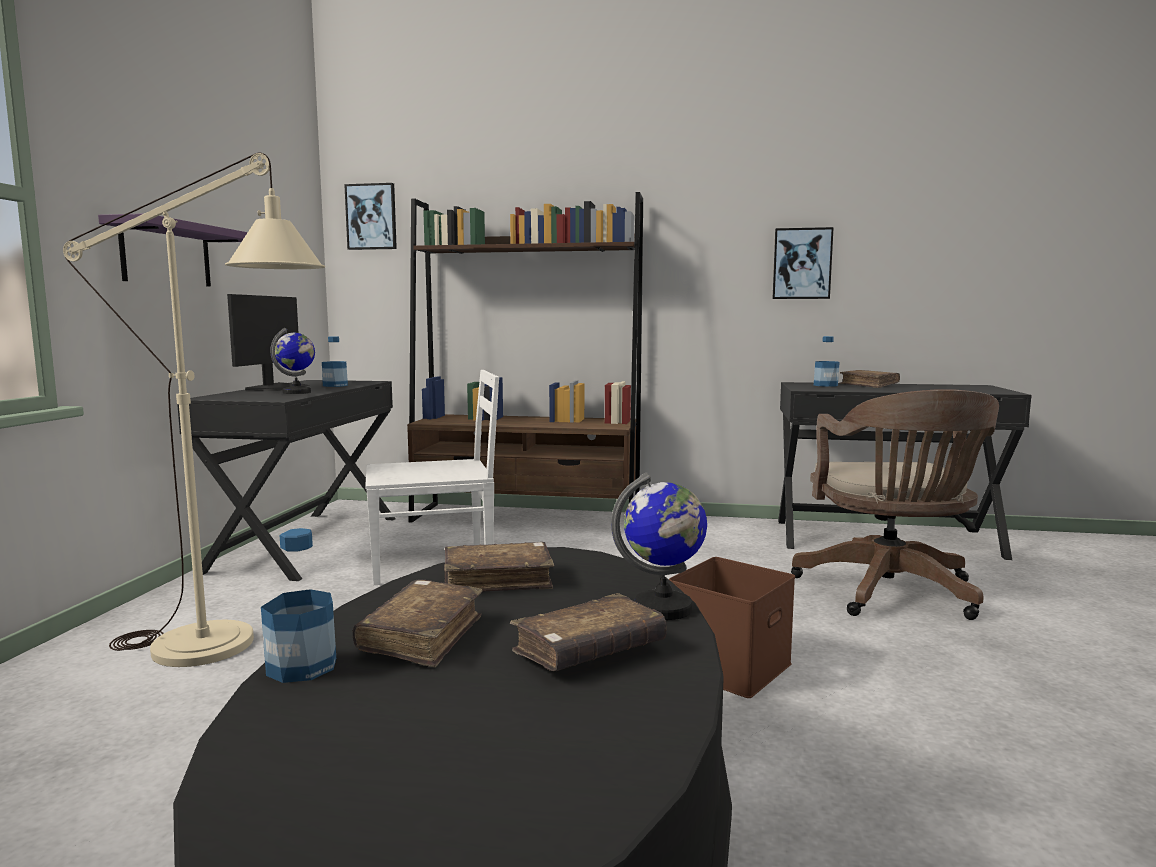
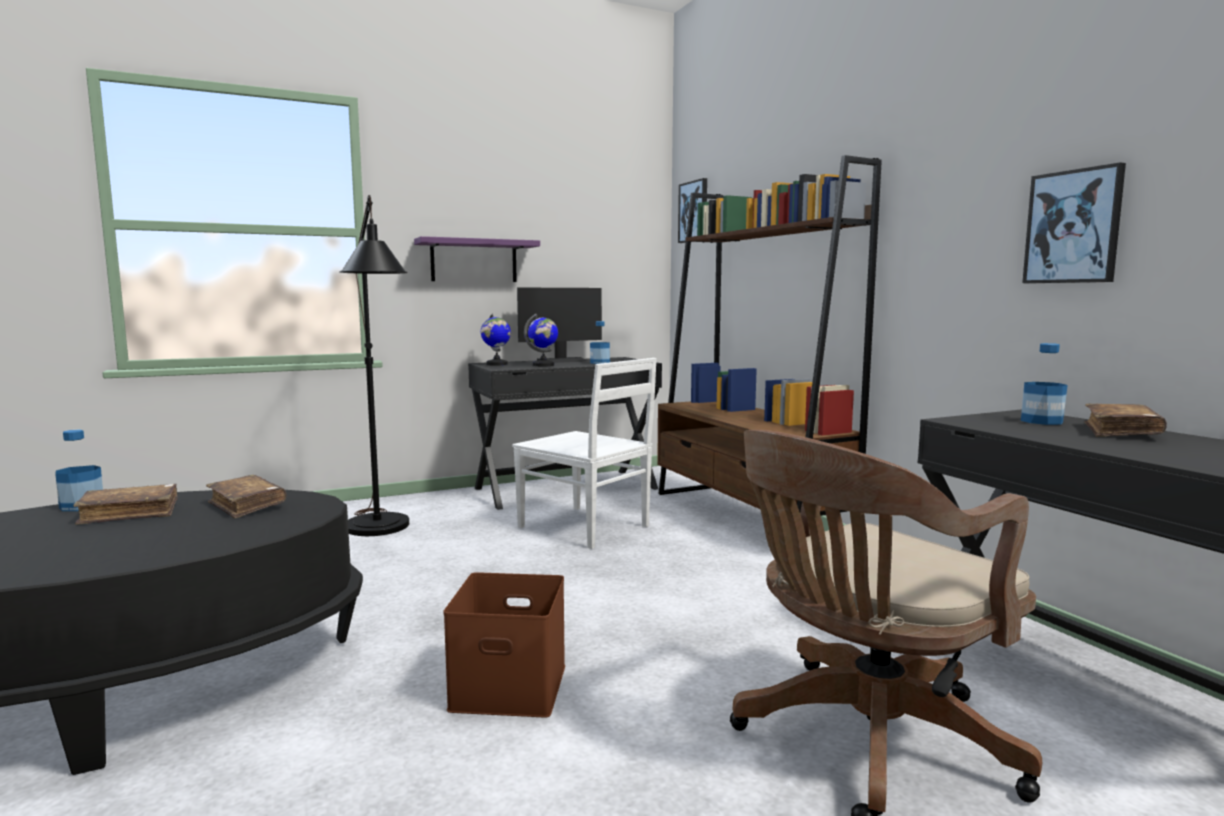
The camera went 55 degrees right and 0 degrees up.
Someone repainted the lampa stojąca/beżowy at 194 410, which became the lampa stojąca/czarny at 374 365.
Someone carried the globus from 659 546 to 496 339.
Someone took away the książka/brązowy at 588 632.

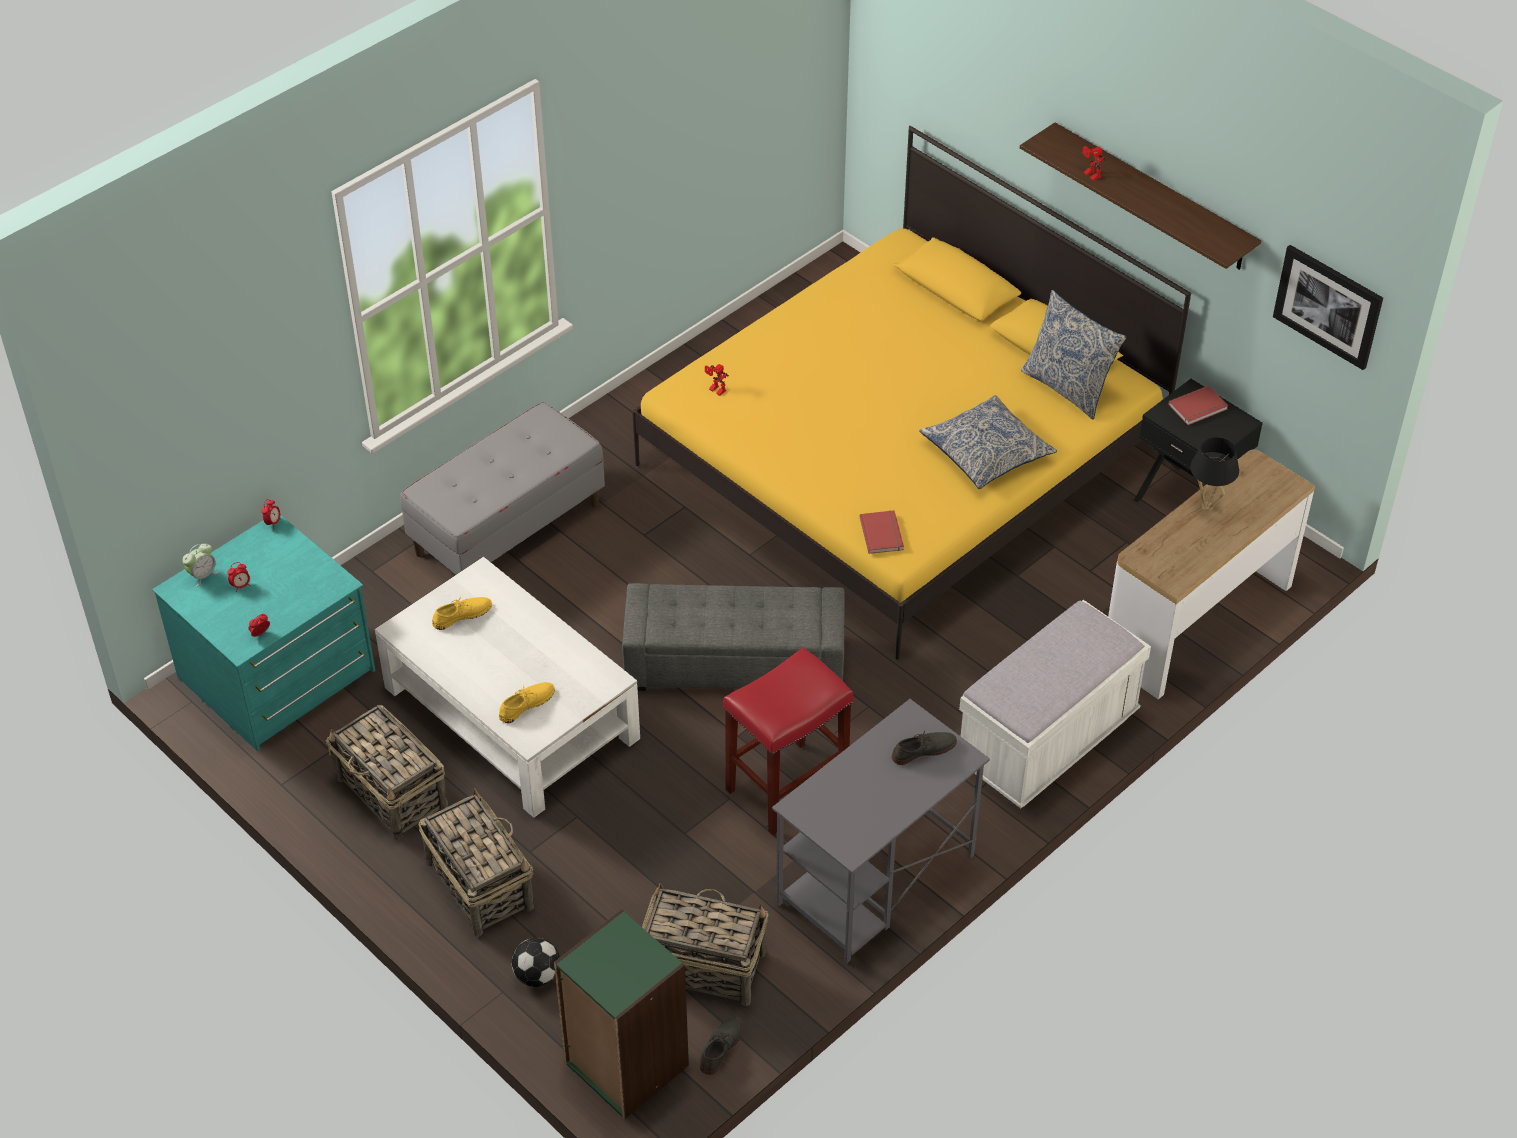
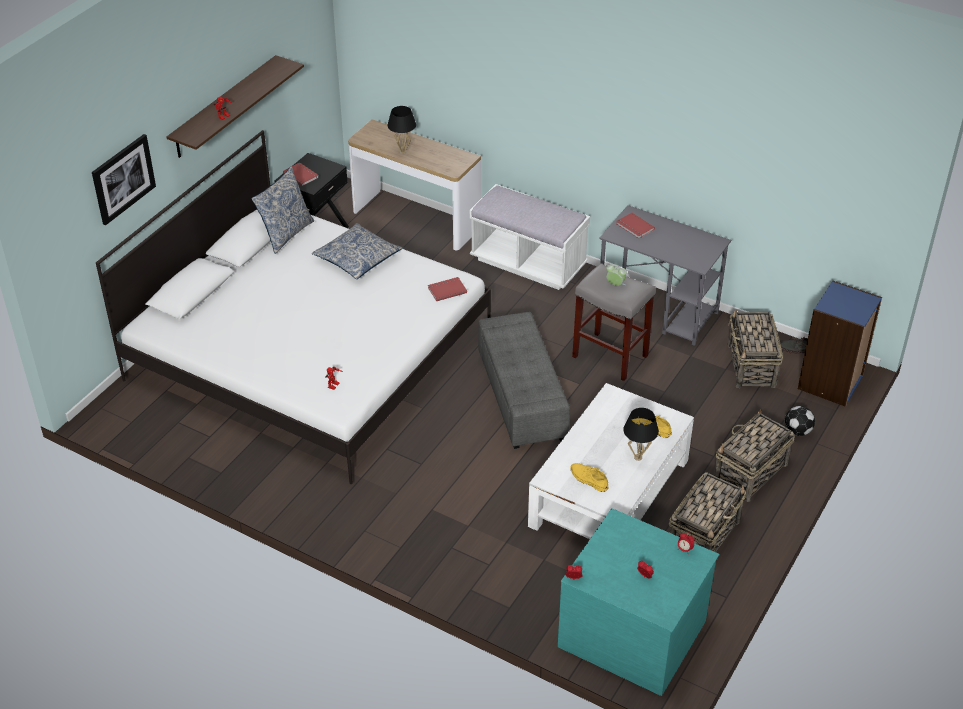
The camera went 105 degrees left and 5 degrees down.
Someone carried the obraz from 1328 307 to 124 179.
Someone repainted the łóżko/żółty at 911 393, which became the łóżko/biały at 293 307.
Someone repainted the stołek/czerwony at 788 741, which became the stołek/szary at 614 322.
Someone carried the budzik from 200 565 to 616 275.
Someone swapped the but/szary at 924 748 for the książka/czerwony at 635 226.
Someone put down the lampa stołowa/czarny at 641 434.
Someone repainted the regał/zielony at 621 1014, which became the regał/niebieski at 840 344.
Someone took away the ławka/szary at 502 488.

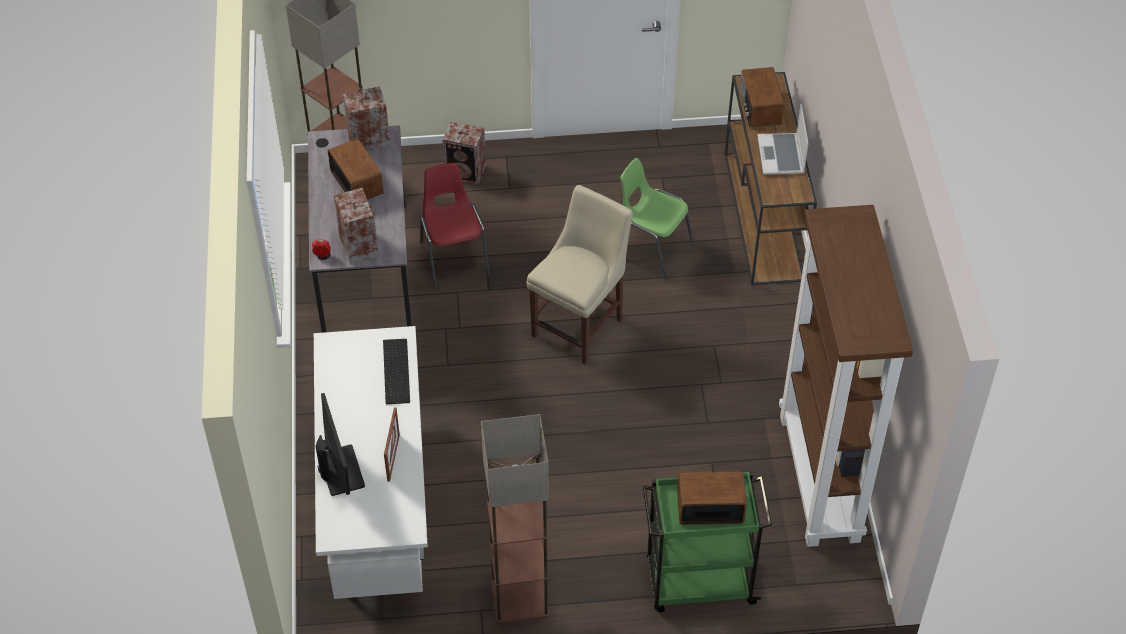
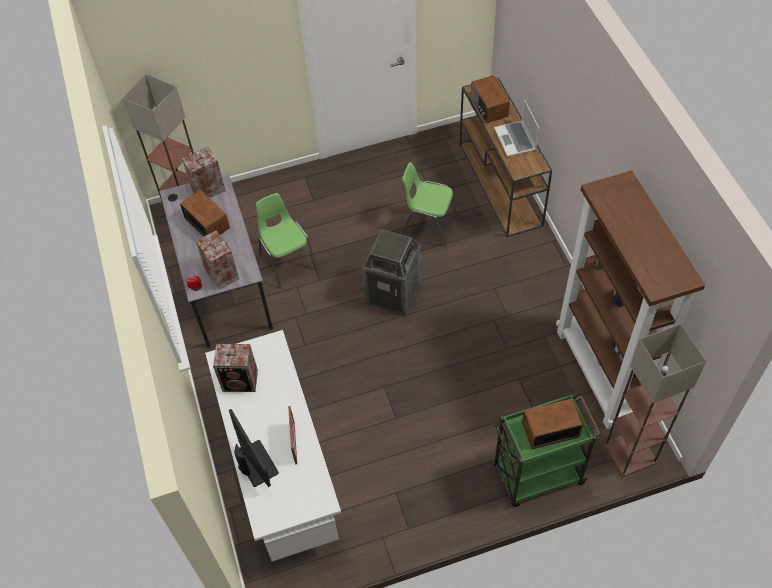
The camera went 10 degrees left and 5 degrees up.
Someone carried the głośnik from 464 153 to 235 368.
Someone repainted the krzesło/czerwony at 455 226, which became the krzesło/zielony at 286 240.
Someone swapped the krzesło/beżowy at 579 275 for the kosz na śmieci at 391 272.
Someone carried the lampa stojąca from 515 519 to 655 400.
Someone took away the klawiatura at 396 371.

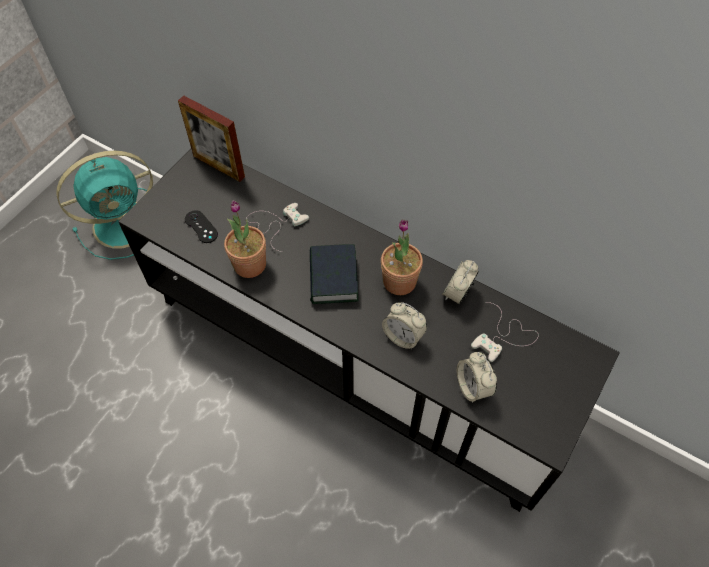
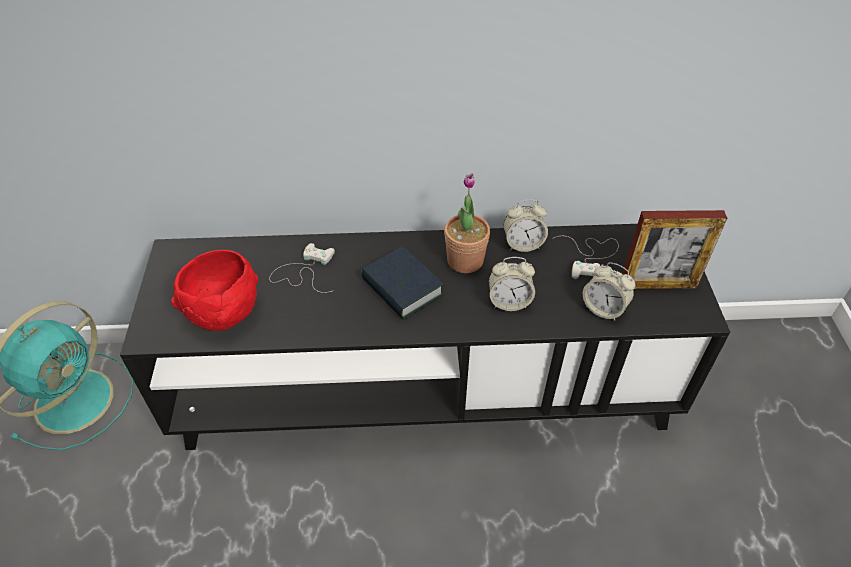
The camera went 35 degrees left and 10 degrees down.
Someone swapped the pad do gier/czarny at 201 226 for the miska/czerwony at 214 290.
Someone rotated the budzik at 460 282 by 90 degrees counterclockwise.
Someone carried the ramka na zdjęcie from 211 138 to 675 249.
Someone took away the roślina doniczkowa at 245 239.

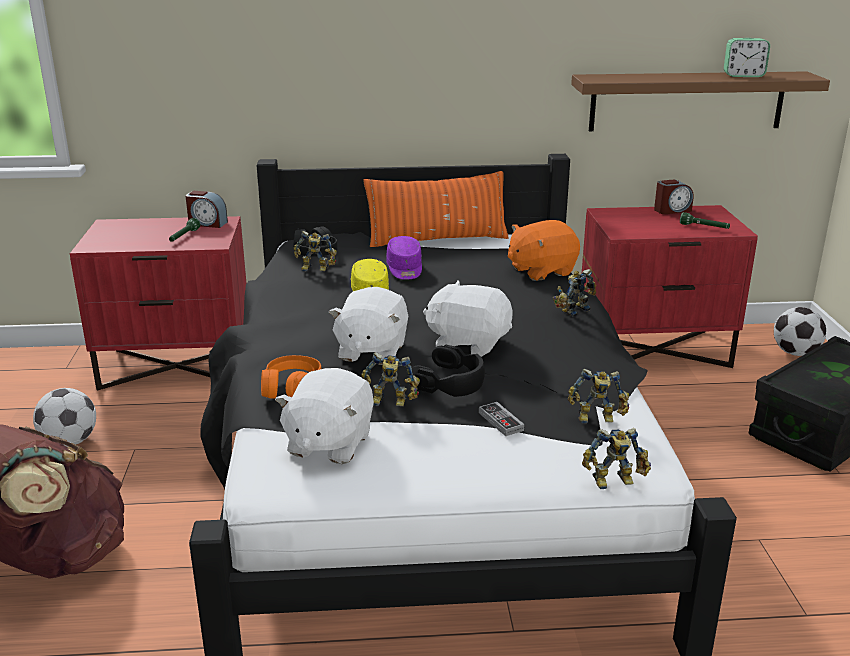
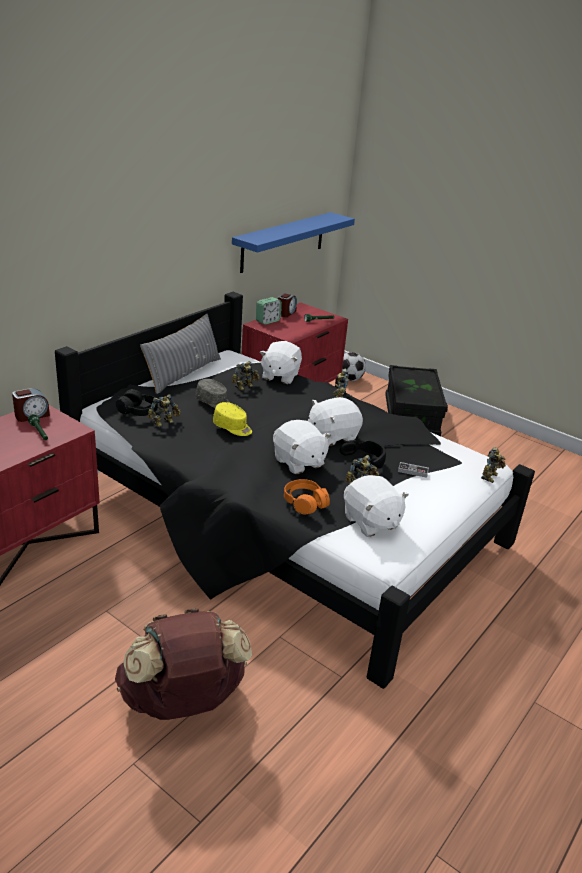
The camera went 50 degrees left and 5 degrees up.
Someone repainted the poduszka/pomarańczowy at 436 209, which became the poduszka/szary at 180 354.
Someone repainted the czapka z daszkiem/fioletowy at 404 258, which became the czapka z daszkiem/szary at 213 393.
Someone repainted the półka/brązowy at 700 101, which became the półka/niebieski at 293 242.
Someone carried the robot zabawkowy from 598 396 to 246 376.
Someone carried the budzik from 747 57 to 269 311.
Someone repainted the pluszak/pomarańczowy at 544 250, which became the pluszak/biały at 280 362.
Someone took away the piłka futbolowa at 64 417.

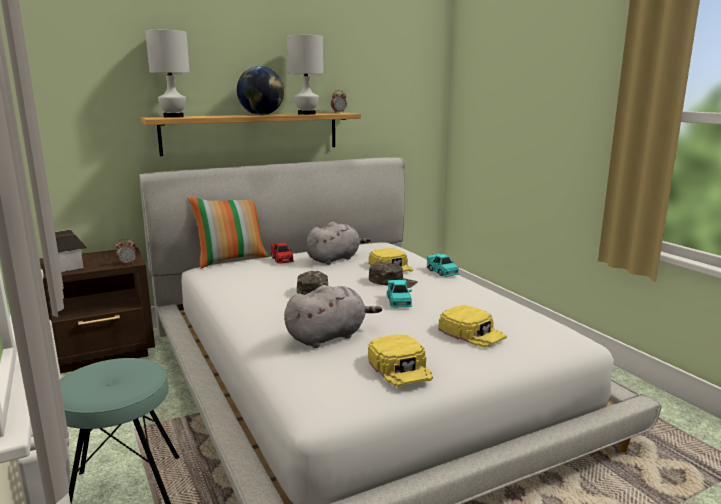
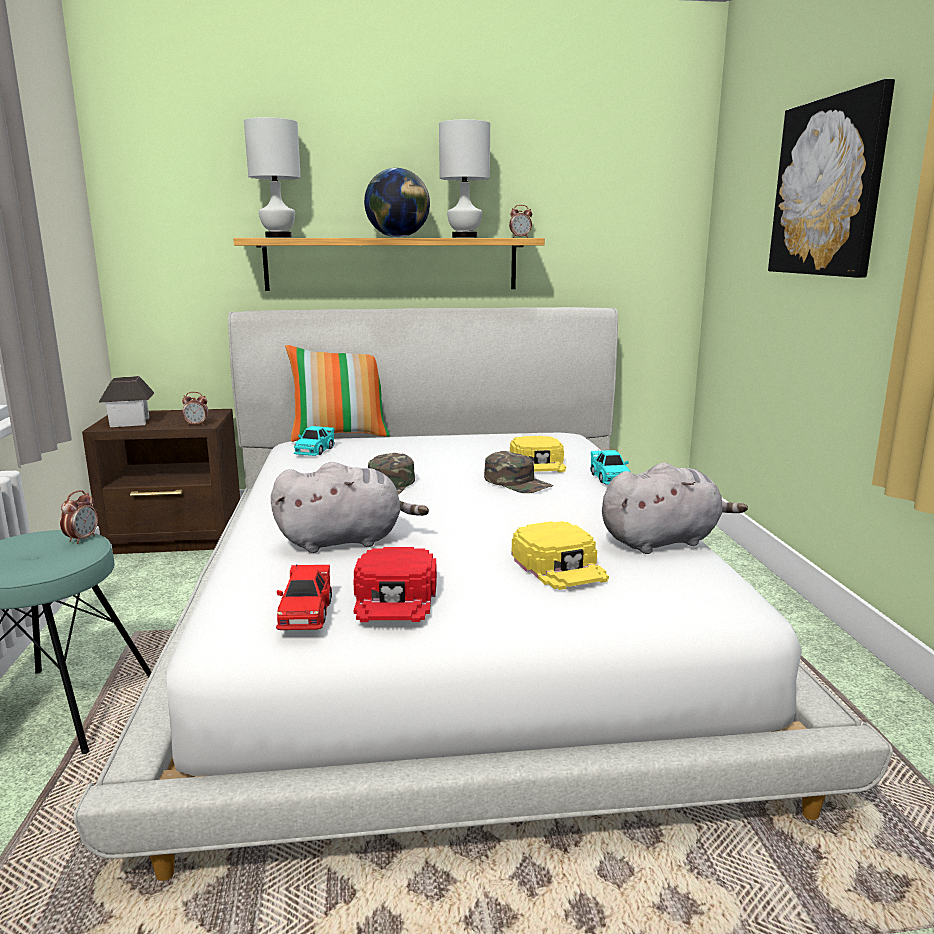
The camera went 20 degrees right and 0 degrees up.
Someone put down the budzik at 79 517.
Someone carried the samochodzik/czerwony from 282 253 to 304 597.
Someone carried the samochodzik/turkusowy from 399 293 to 314 441.
Someone repainted the czapka z daszkiem/żółty at 400 360, which became the czapka z daszkiem/czerwony at 395 584.
Someone carried the pluszak/szary from 338 243 to 675 508.
Someone put up the obraz at 831 178.

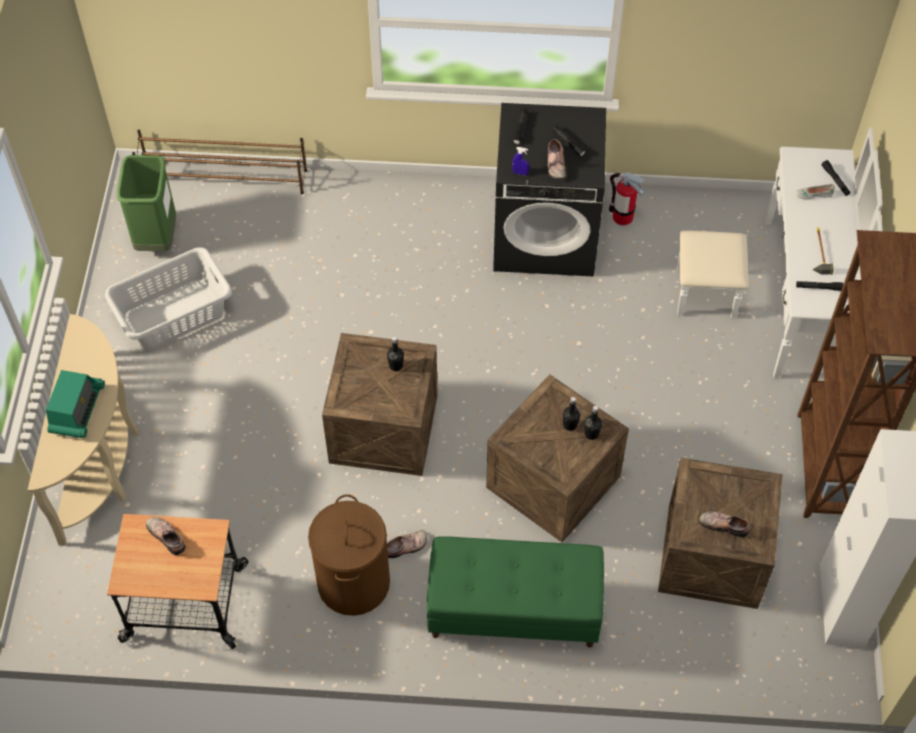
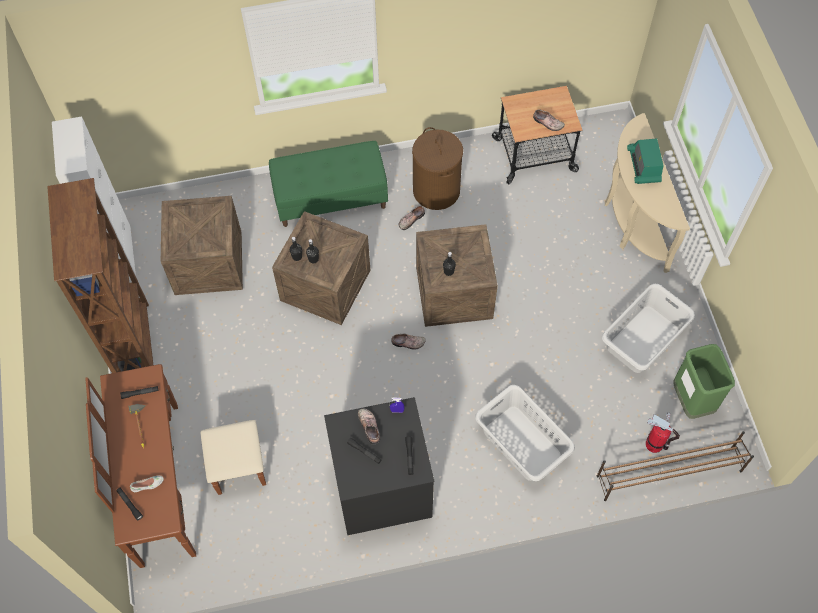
The camera went 165 degrees right and 5 degrees up.
Someone repainted the komoda/biały at 780 253, which became the komoda/brązowy at 175 466.
Someone carried the but from 724 524 to 408 341.
Someone put down the kosz na pranie/szary at 525 433.
Someone carried the gaśnica from 627 198 to 662 432.

